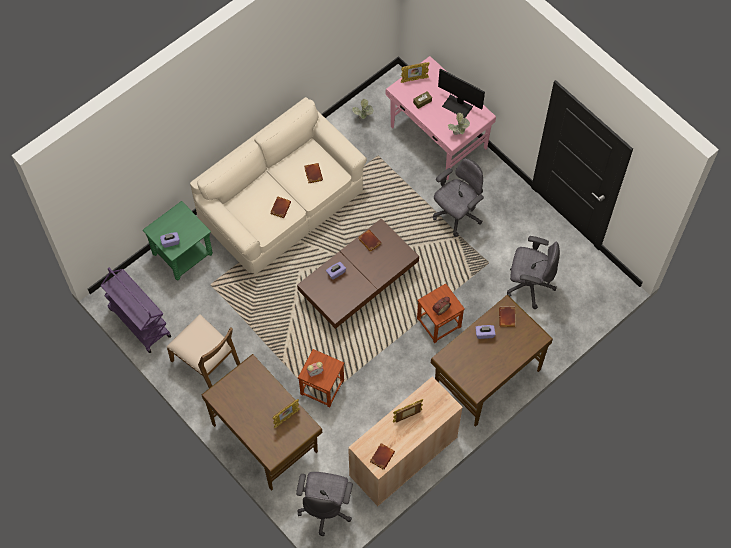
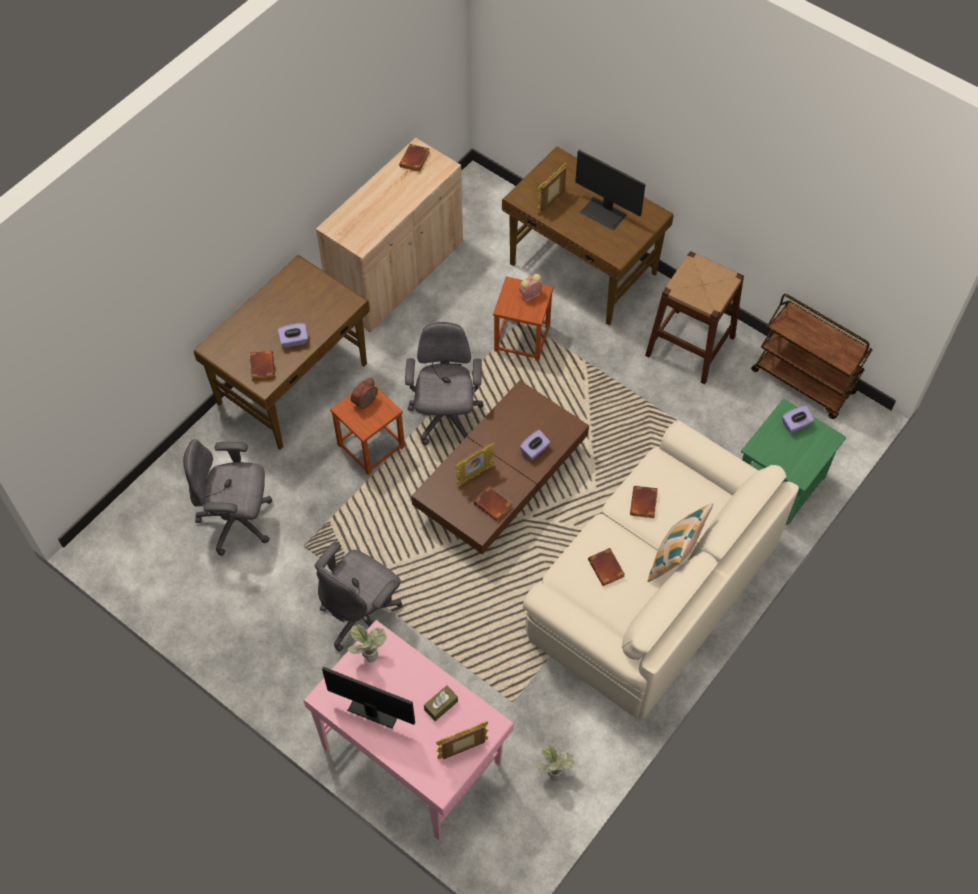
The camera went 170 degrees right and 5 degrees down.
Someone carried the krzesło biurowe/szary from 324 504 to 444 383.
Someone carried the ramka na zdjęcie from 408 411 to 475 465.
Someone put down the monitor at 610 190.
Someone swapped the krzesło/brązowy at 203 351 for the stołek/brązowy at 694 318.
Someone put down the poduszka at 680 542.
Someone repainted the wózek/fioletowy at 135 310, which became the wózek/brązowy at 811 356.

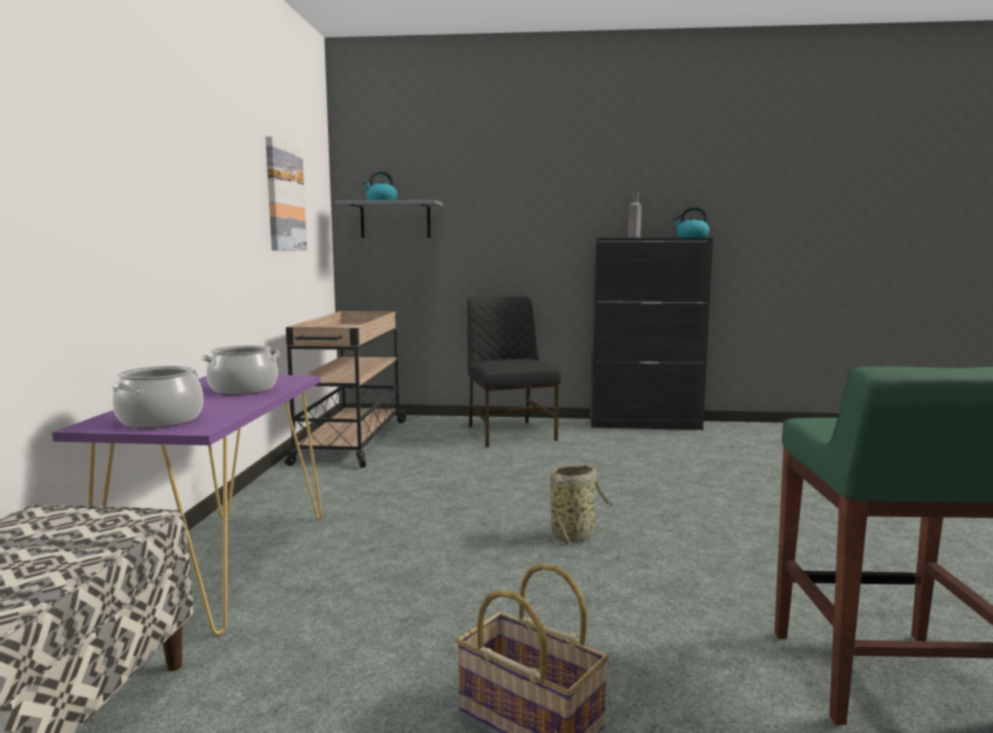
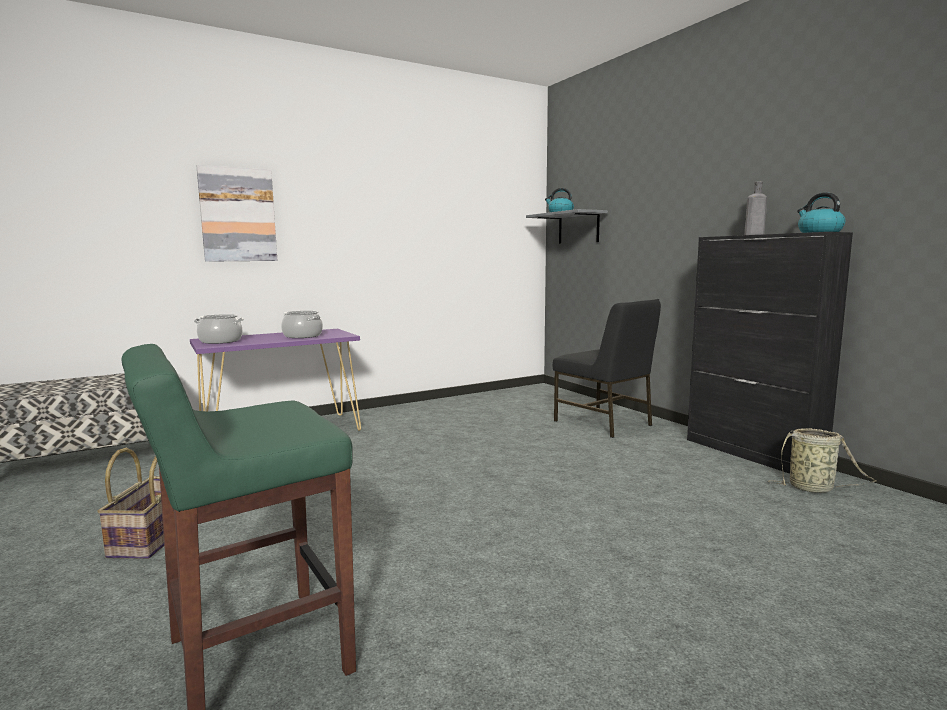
The camera went 55 degrees right and 0 degrees up.
Someone carried the obraz from 286 193 to 237 213.
Someone rotated the krzesło/czarny at 514 372 by 105 degrees clockwise.
Someone carried the koszyk from 577 506 to 822 460.
Someone took away the wózek/beżowy at 346 389.

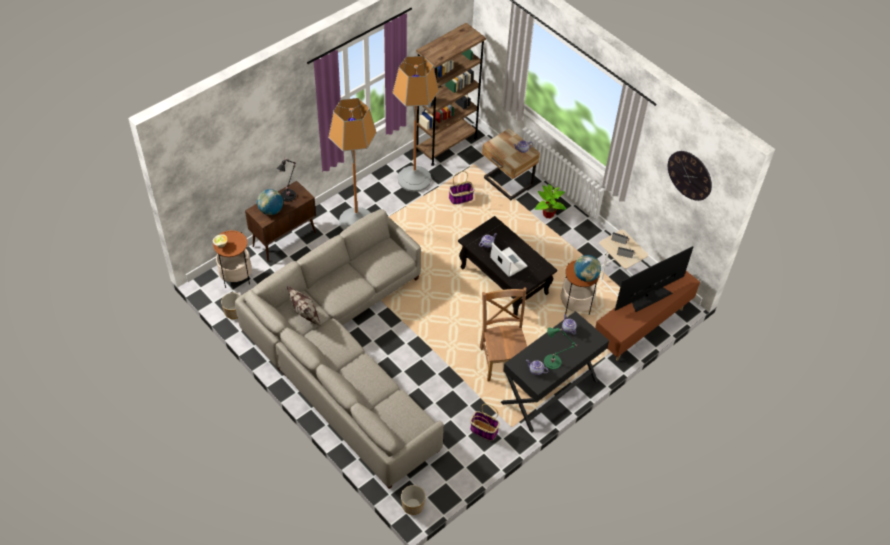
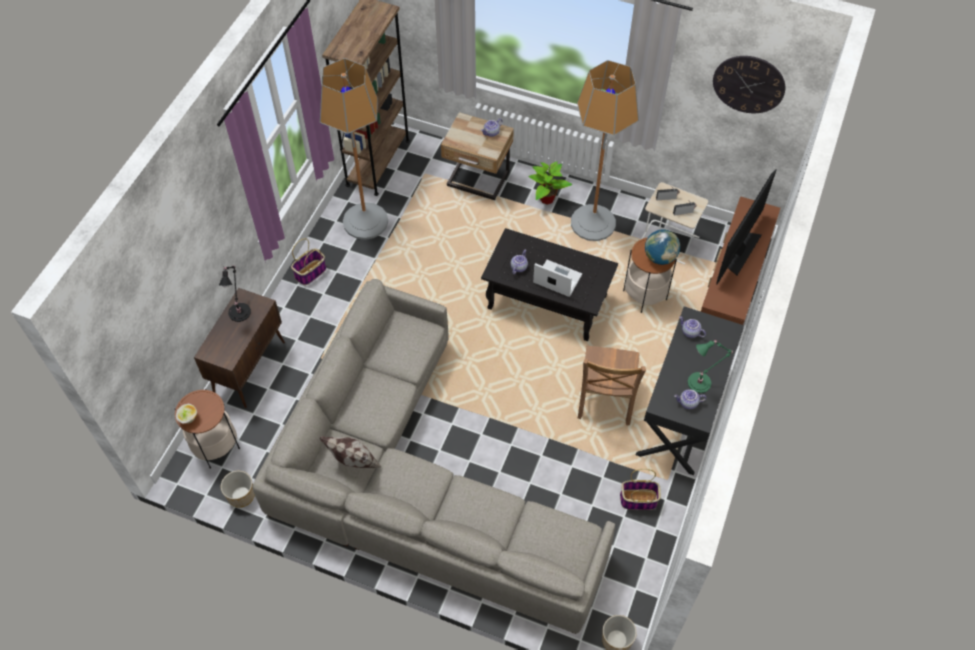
The camera went 25 degrees left and 5 degrees up.
Someone carried the koszyk from 461 188 to 308 261.
Someone carried the lampa stojąca from 352 164 to 605 150.
Someone rotated the krzesło/brązowy at 503 334 by 135 degrees counterclockwise.
Someone took away the globus at 270 202.

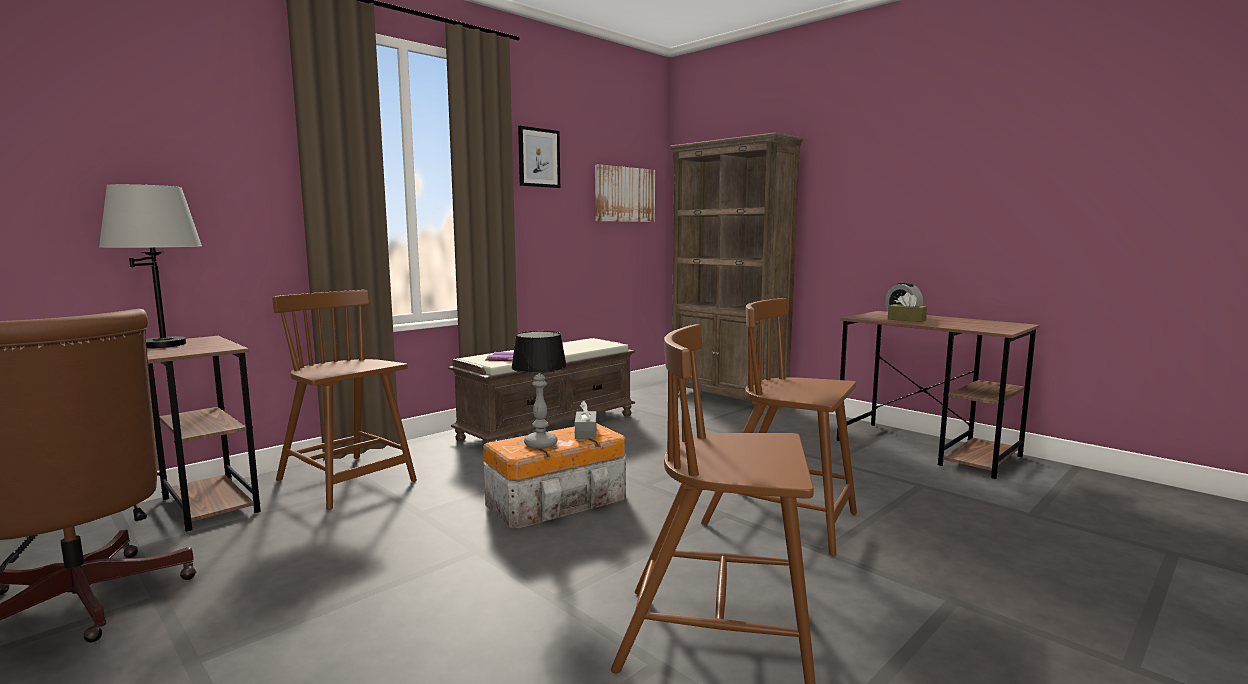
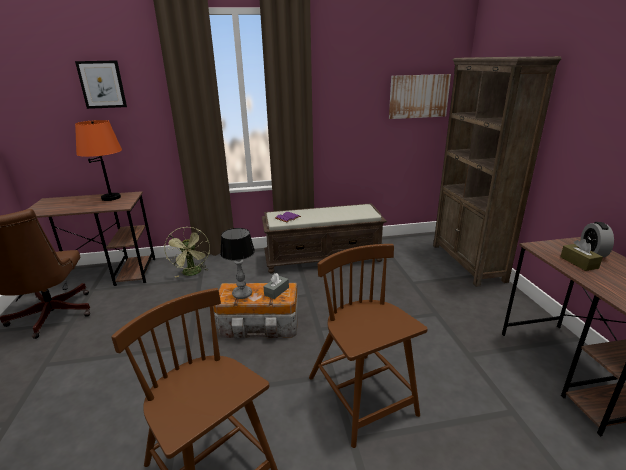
The camera went 35 degrees right and 15 degrees up.
Someone carried the obraz from 539 157 to 101 84.
Someone repainted the lampa stołowa/szary at 150 266, which became the lampa stołowa/pomarańczowy at 98 160.
Someone swapped the krzesło/brązowy at 344 400 for the wentylator/zielony at 187 252.

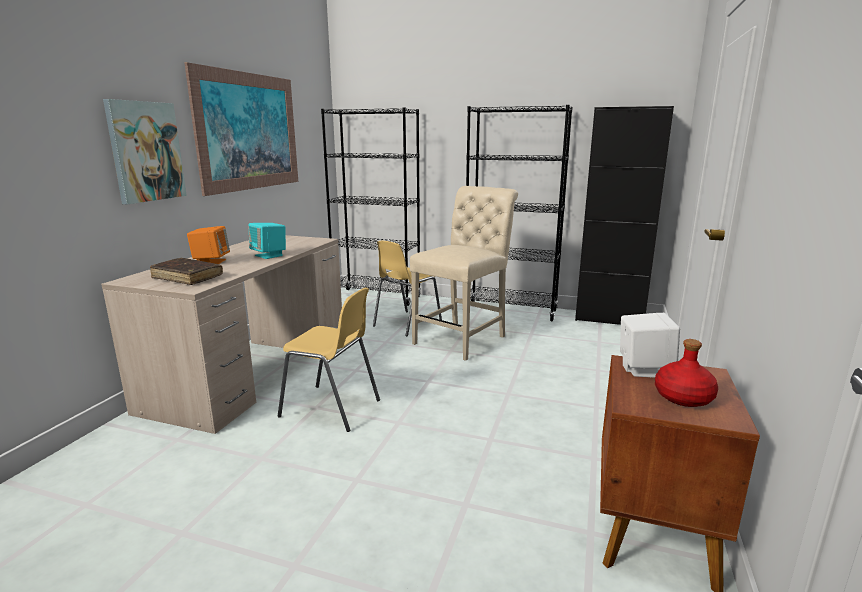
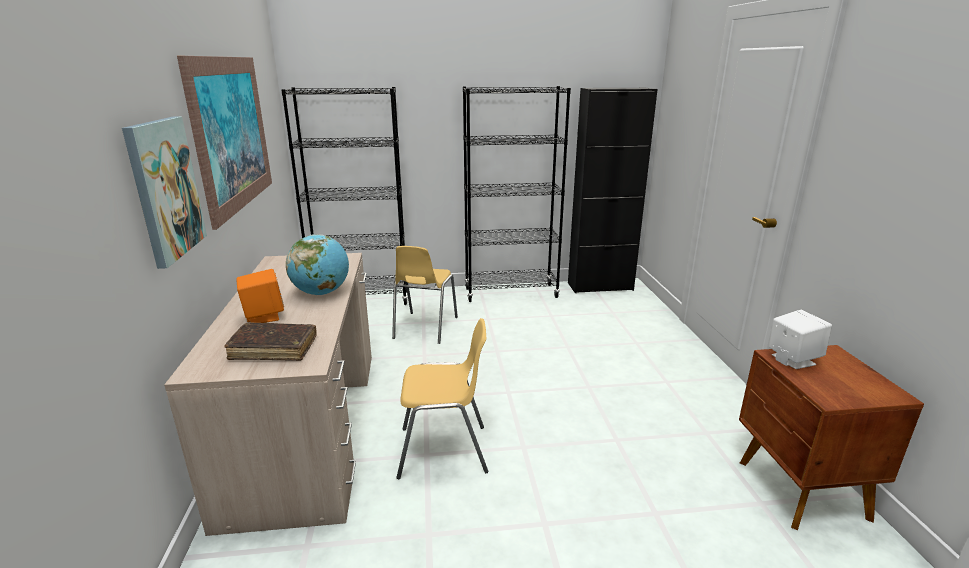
The camera went 25 degrees left and 5 degrees up.
Someone swapped the głośnik/turkusowy at 267 241 for the globus at 317 264.
Someone took away the krzesło/beżowy at 464 273.
Someone took away the butelka/czerwony at 686 373.

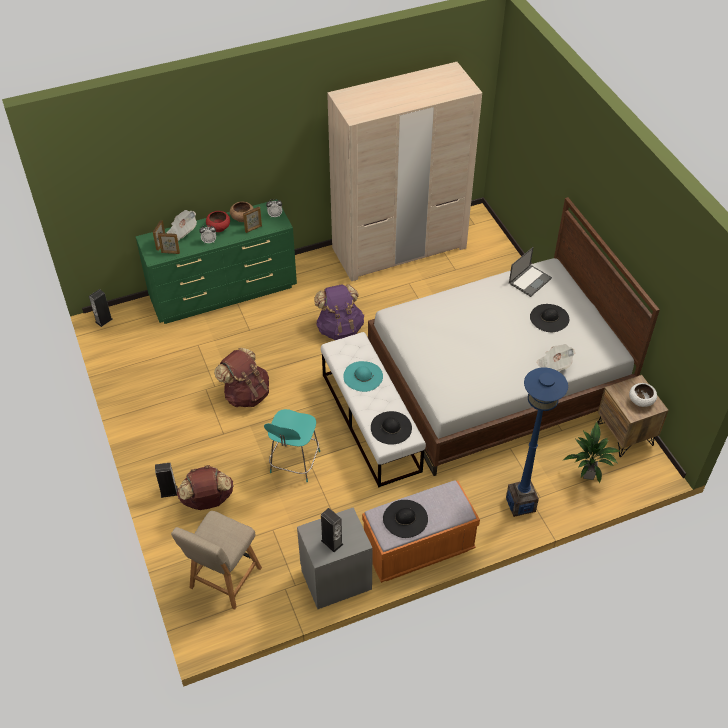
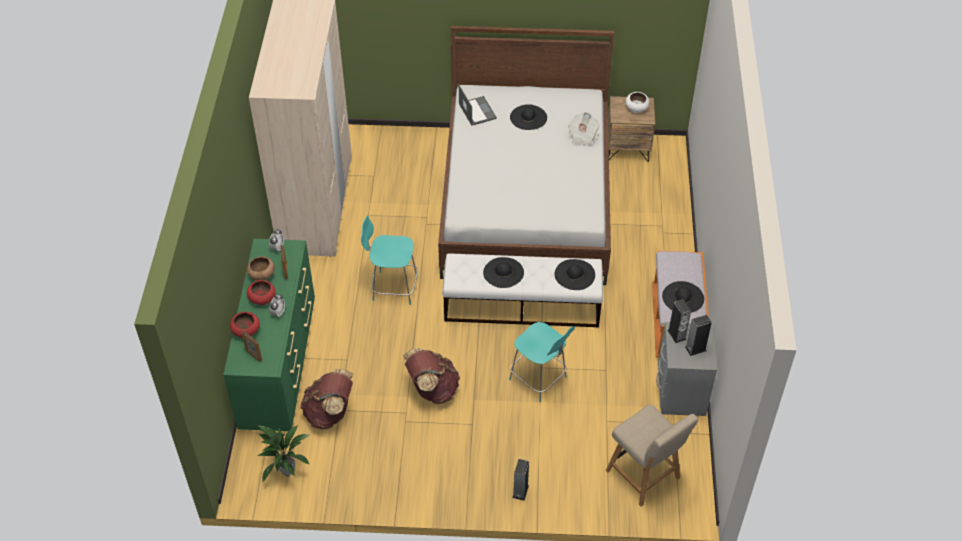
The camera went 65 degrees left and 0 degrees up.
Someone swapped the gazeta at 182 225 for the miska/czerwony at 245 325.
Someone carried the roślina doniczkowa from 591 452 to 283 453.
Someone carried the plecak/brązowy from 205 487 to 326 399.
Someone swapped the plecak/fioletowy at 339 312 for the krzesło/turkusowy at 389 260.
Someone repainted the kapelusz/turkusowy at 363 376, which became the kapelusz/czarny at 503 272.
Someone carried the głośnik from 101 308 to 679 321.
Someone took away the ramka na zdjęcie at 169 243.
Someone took away the lampa stojąca/niebieski at 537 442.

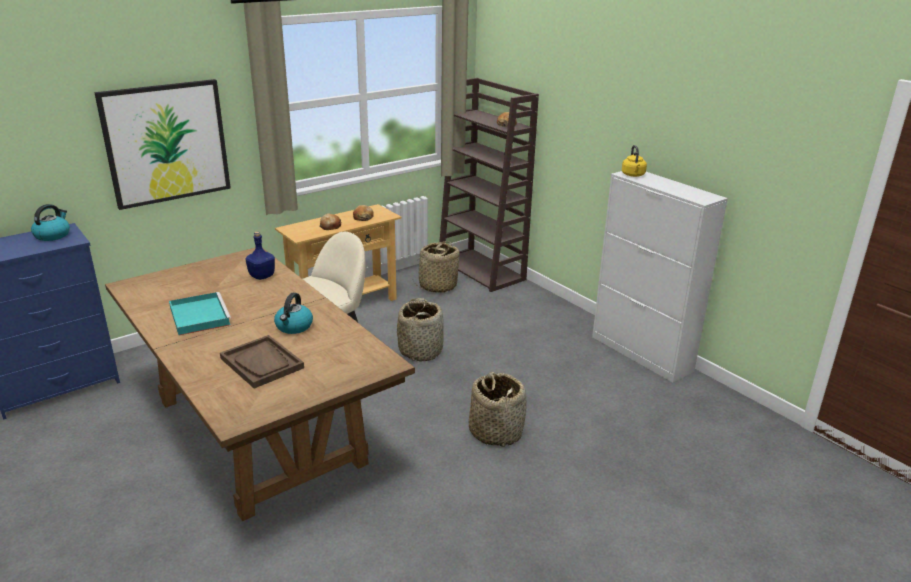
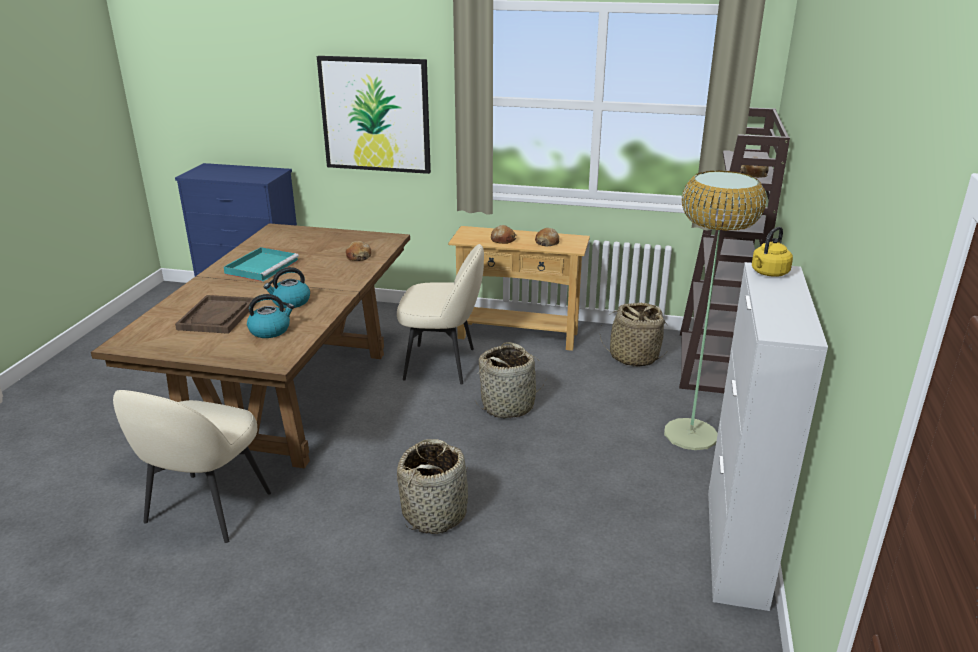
The camera went 50 degrees right and 0 degrees up.
Someone put down the krzesło/beżowy at 192 466.
Someone carried the czajnik from 50 222 to 270 316.
Someone swapped the butelka/niebieski at 260 256 for the chleb at 359 251.
Someone put down the lampa stojąca at 715 310.

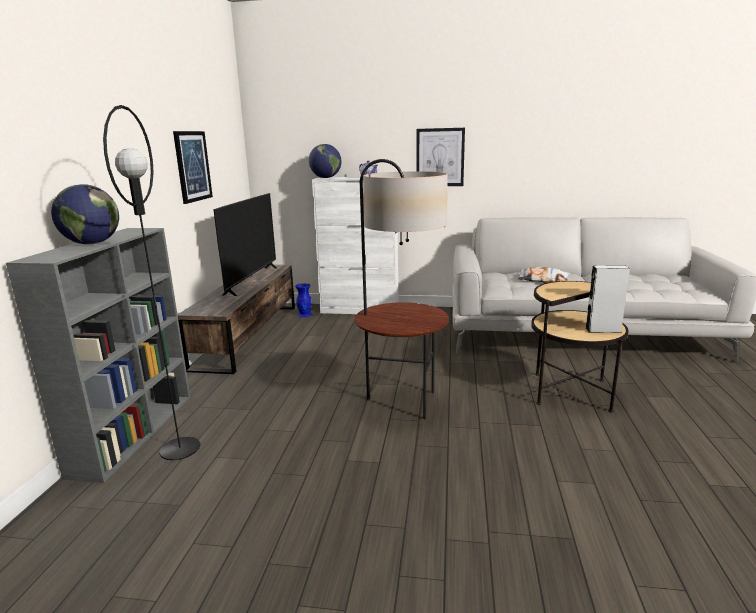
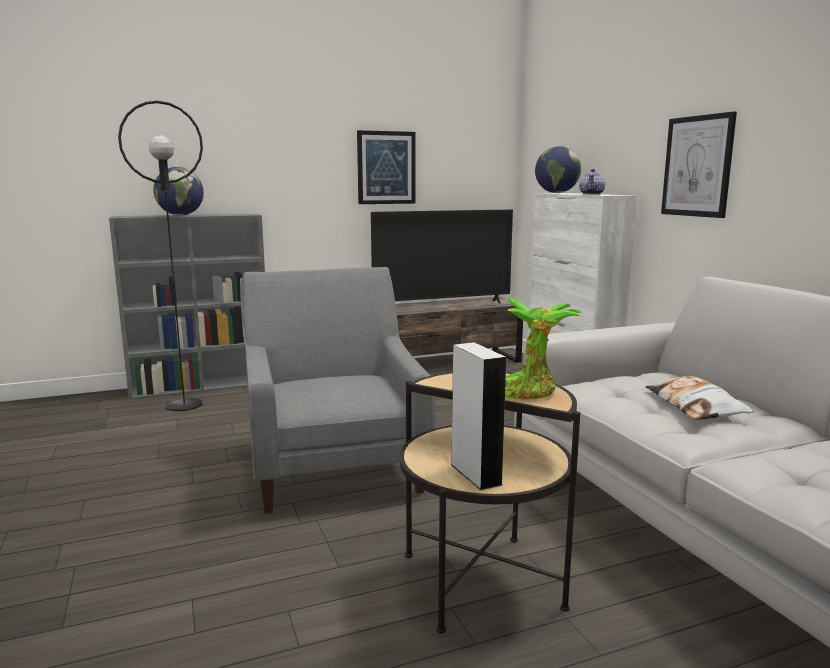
The camera went 60 degrees right and 5 degrees down.
Someone swapped the lampa stojąca at 402 289 for the fotel/szary at 337 390.
Someone put down the roślina doniczkowa at 544 349.
Someone took away the wazon/niebieski at 304 300.

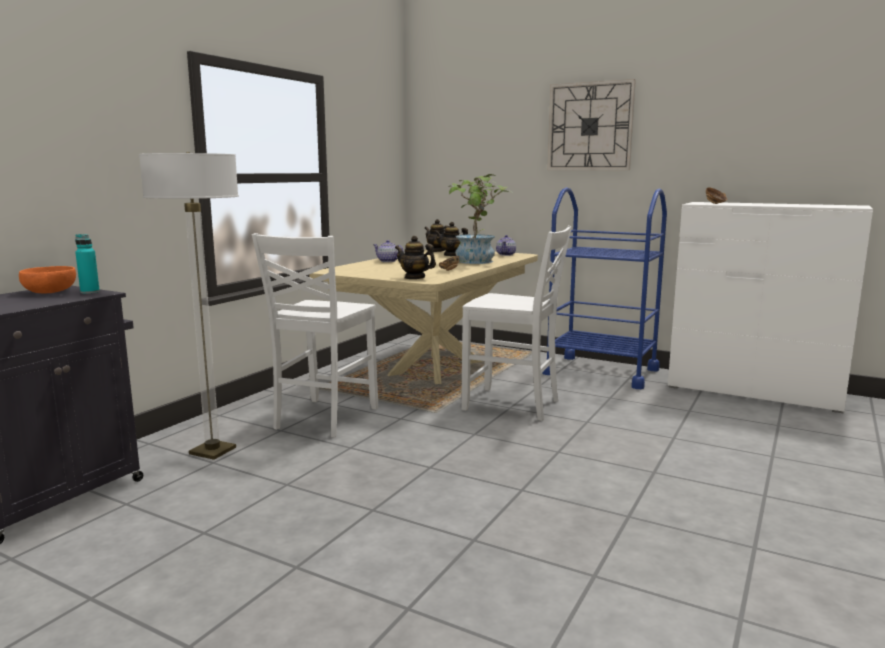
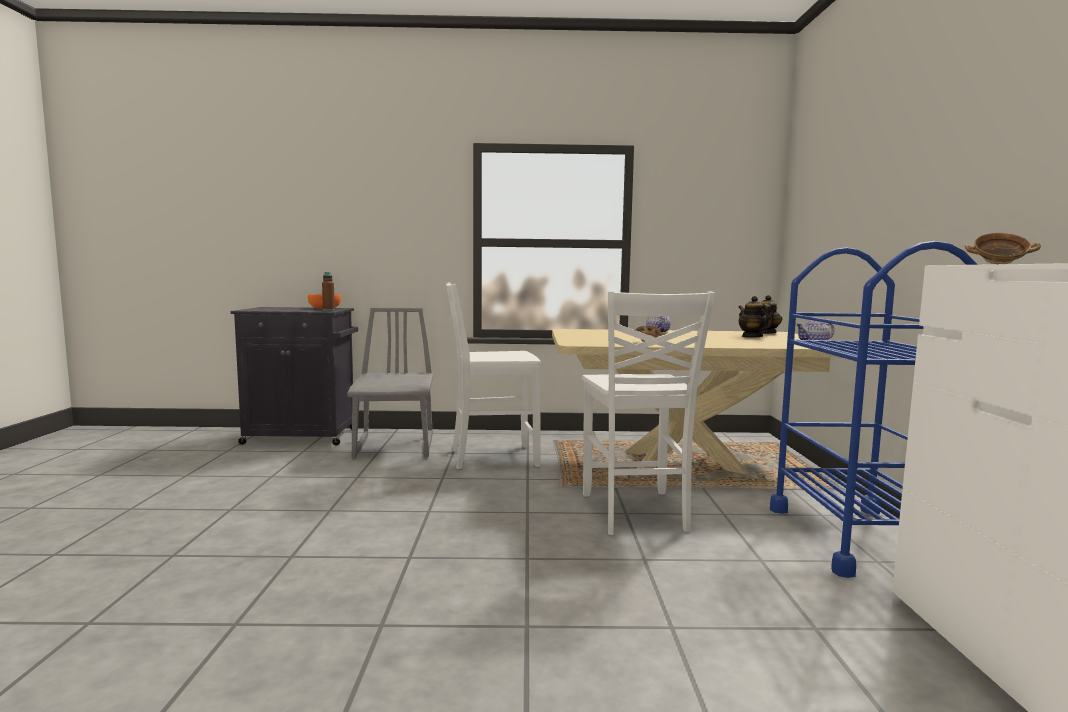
The camera went 60 degrees right and 5 degrees down.
Someone repainted the butelka/turkusowy at 87 264, which became the butelka/brązowy at 328 291.
Someone swapped the lampa stojąca at 189 306 for the krzesło/szary at 390 383.
Someone took away the imbryk at 415 257.
Someone took away the roślina doniczkowa at 478 219.
Someone took away the zegar ścienny at 591 124.

